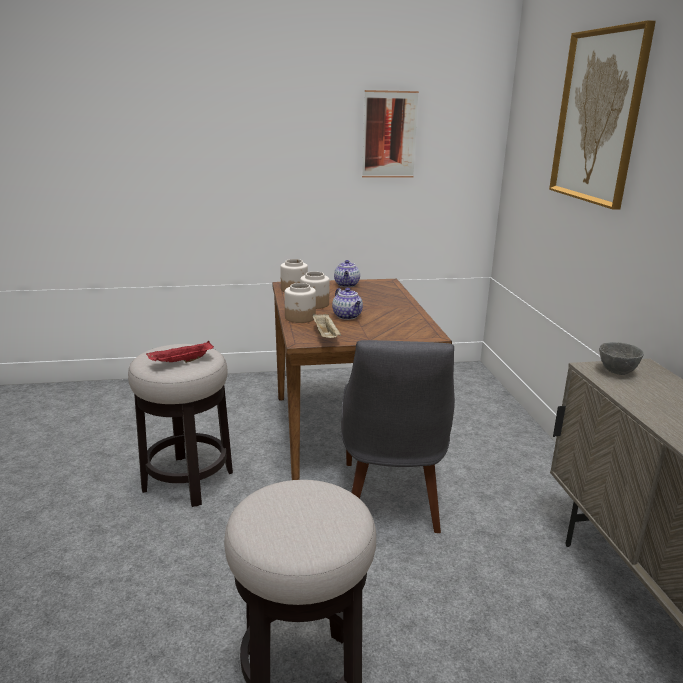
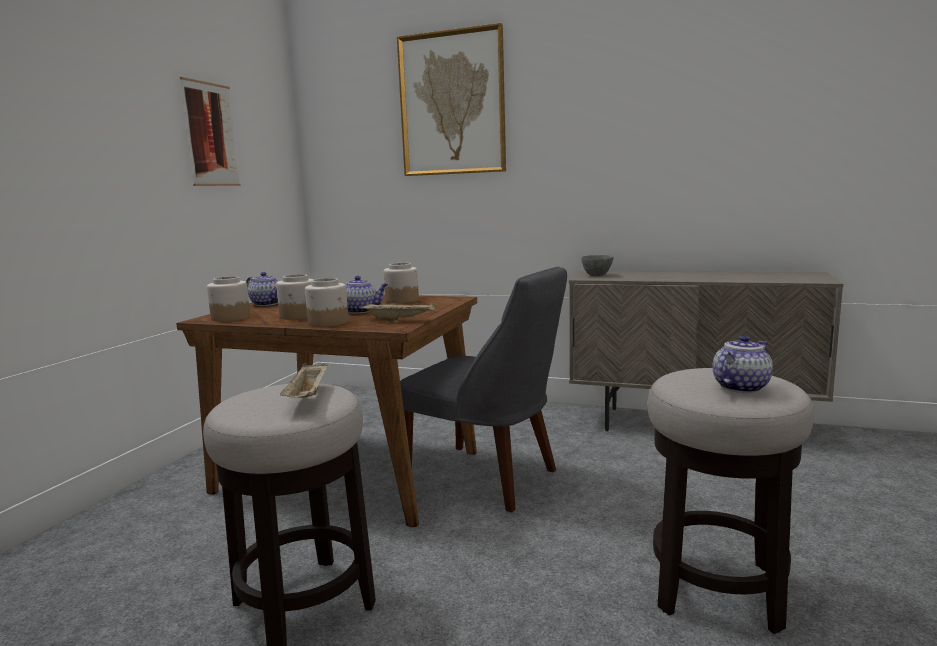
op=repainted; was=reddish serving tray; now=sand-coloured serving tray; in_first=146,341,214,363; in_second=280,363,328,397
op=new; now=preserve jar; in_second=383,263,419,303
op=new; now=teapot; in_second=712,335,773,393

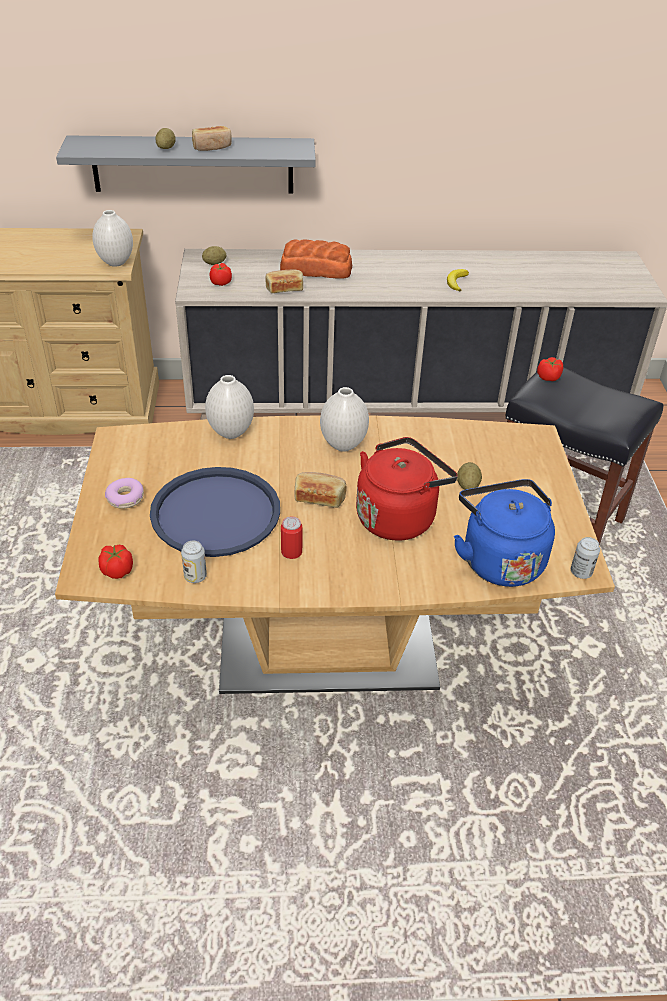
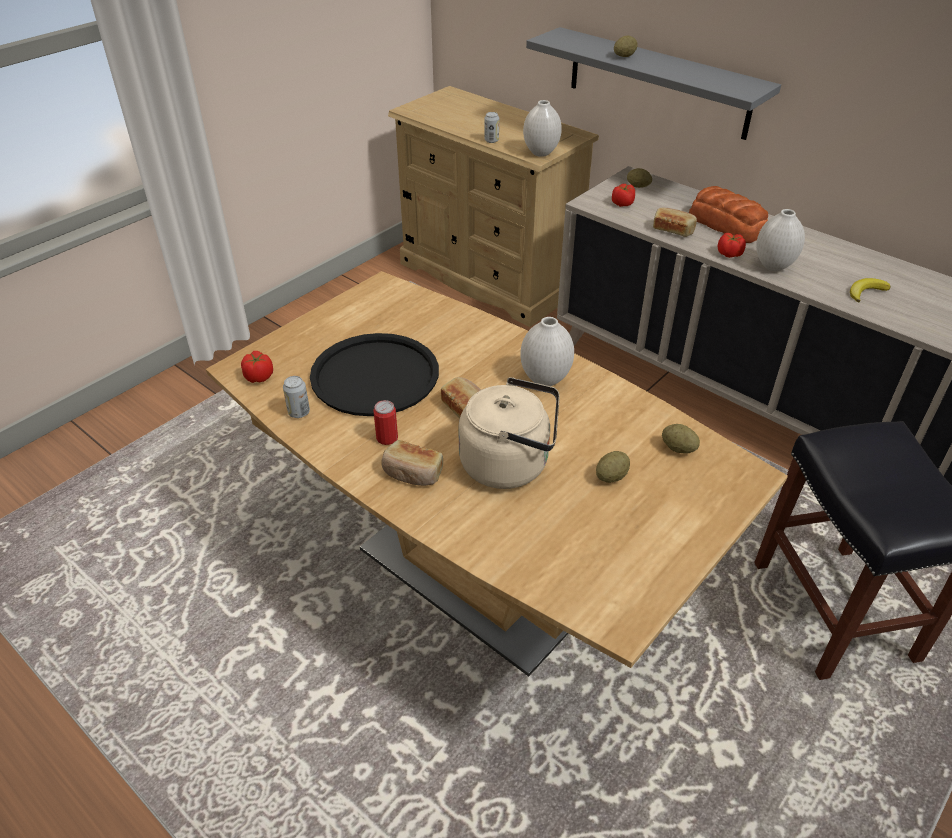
op=repainted; was=blue-coloured serving tray; now=black-coloured serving tray; in_first=150,467,280,557; in_second=310,333,439,416
op=shifted; was=bread; in_first=192,126,232,151; in_second=381,440,443,486
op=repainted; was=reddish kettle; now=sand-coloured kettle; in_first=356,437,458,541; in_second=458,377,560,489
op=shifted; was=can; in_first=571,537,600,579; in_second=484,112,499,143
op=new; now=potato; in_second=662,424,700,454
op=shifted; was=whole tomato; in_first=537,357,563,381; in_second=718,233,746,258
op=shifted; was=white vase; in_first=205,375,254,439; in_second=756,209,805,271
op=gone; was=ring doughnut; in_first=105,478,144,509
op=gone; was=blue-coloured kettle; in_first=454,479,555,587

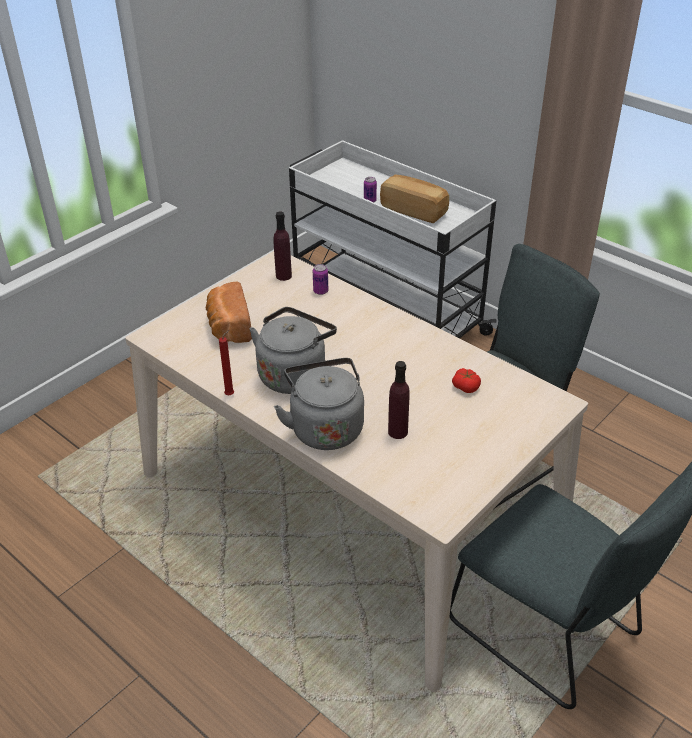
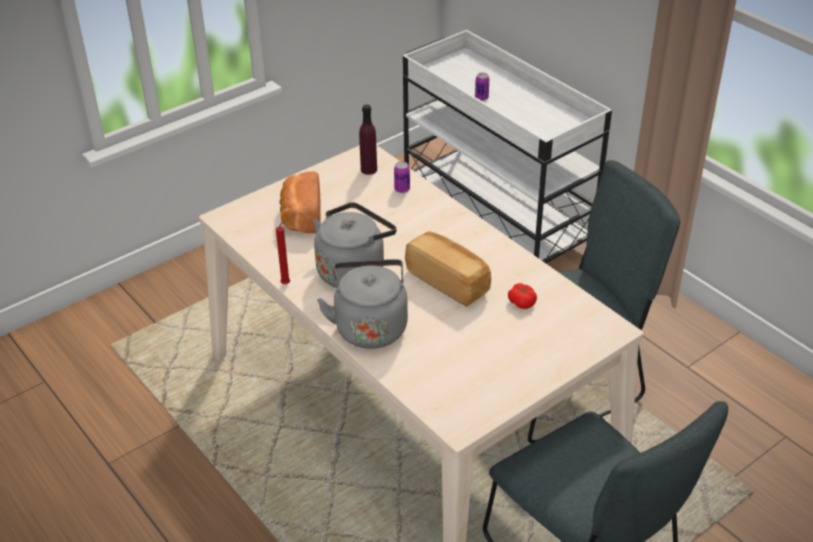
op=shifted; was=bread; in_first=380,174,449,223; in_second=405,231,491,307
op=gone; was=purple-coloured bottle; in_first=388,361,410,439

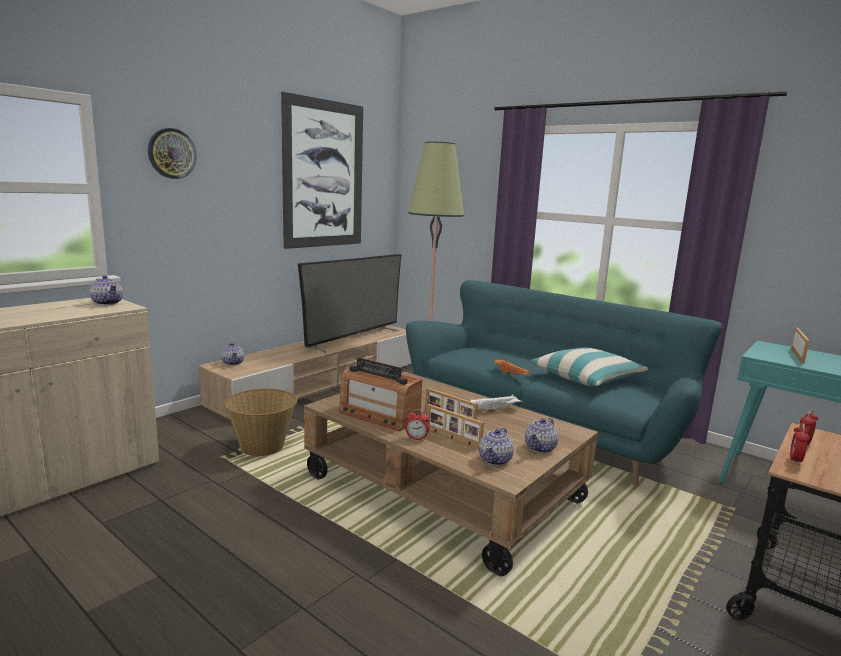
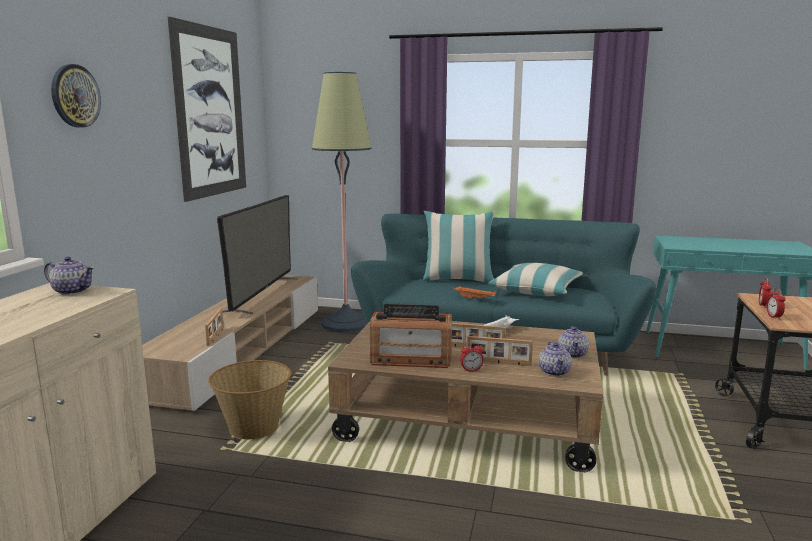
op=shifted; was=picture frame; in_first=791,328,810,364; in_second=205,308,224,346
op=new; now=pillow; in_second=423,211,495,283
op=gone; was=teapot; in_first=221,343,244,366

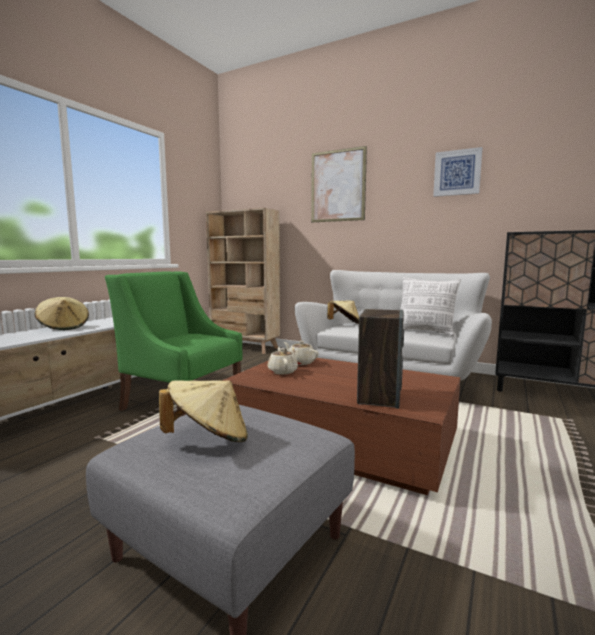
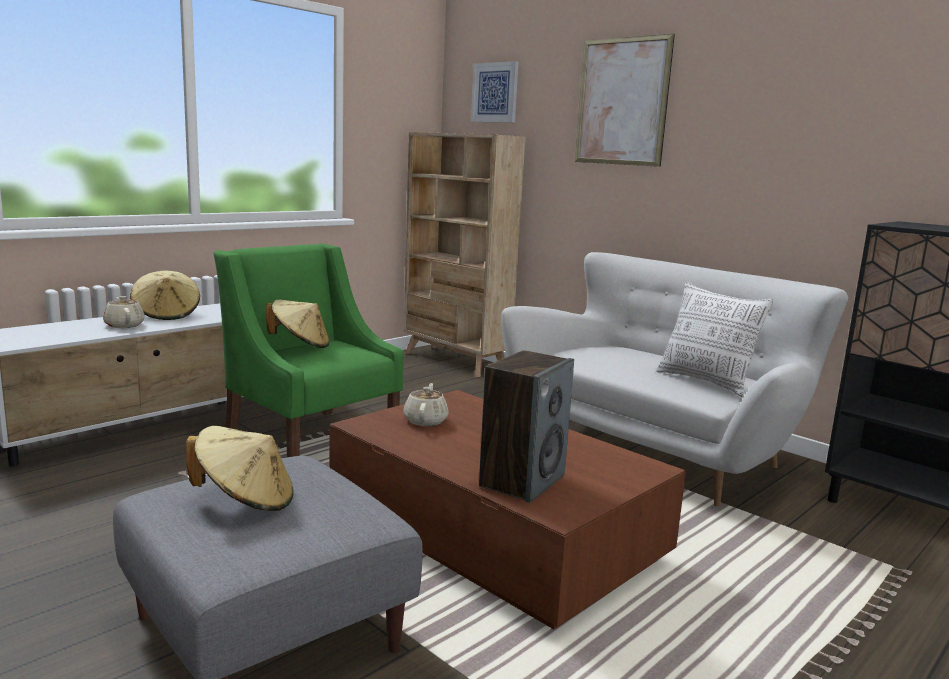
op=shifted; was=sand-coloured teapot; in_first=284,341,319,365; in_second=103,296,145,328
op=shifted; was=sand-coloured clothing hat; in_first=327,301,359,324; in_second=266,300,330,348
op=shifted; was=wall art; in_first=433,147,482,197; in_second=471,61,519,123

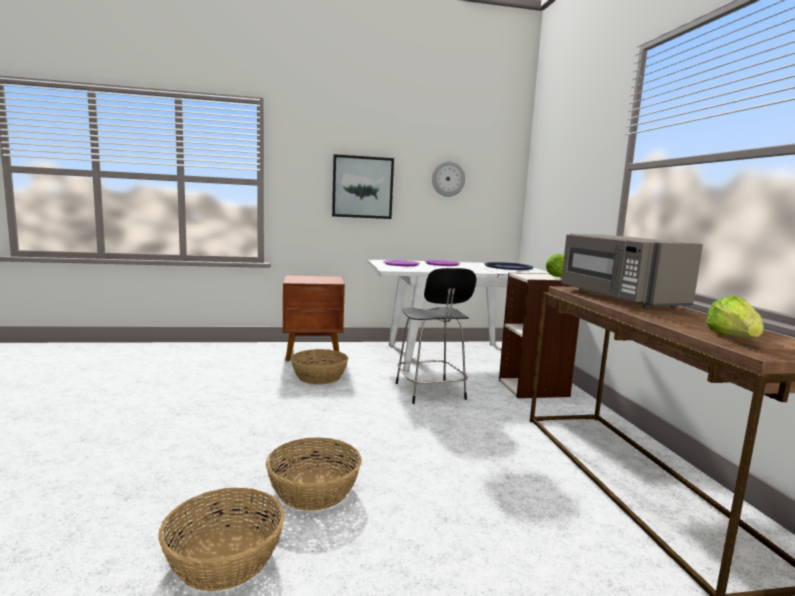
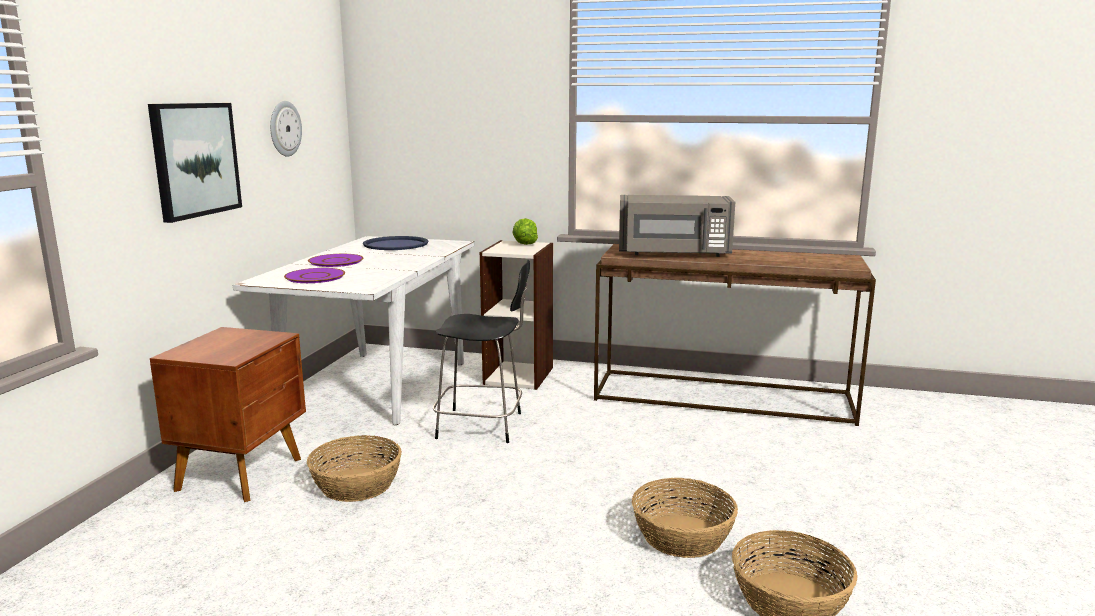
op=gone; was=lettuce; in_first=706,295,764,338

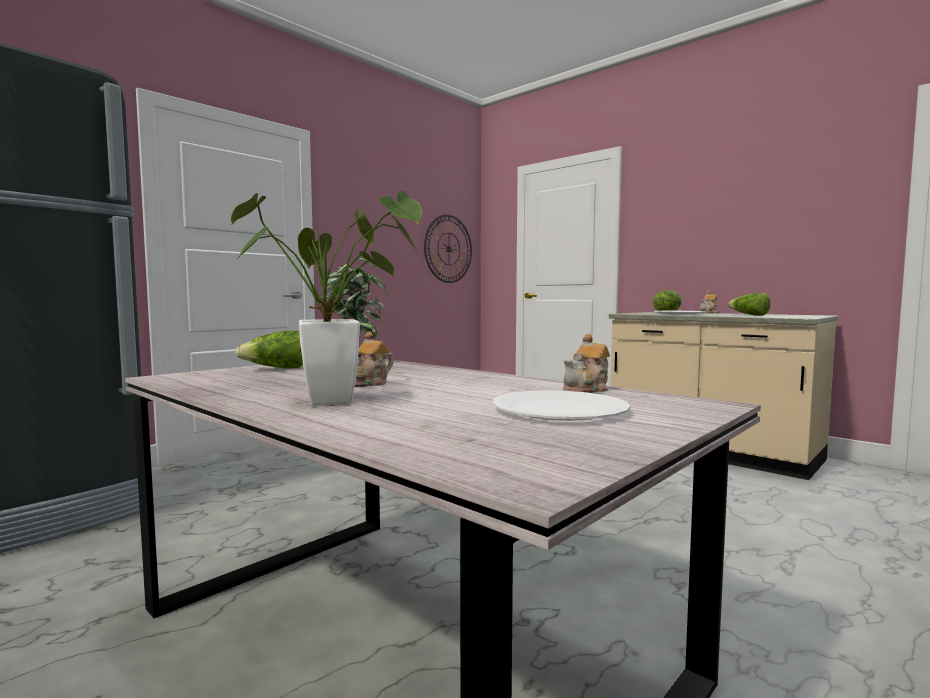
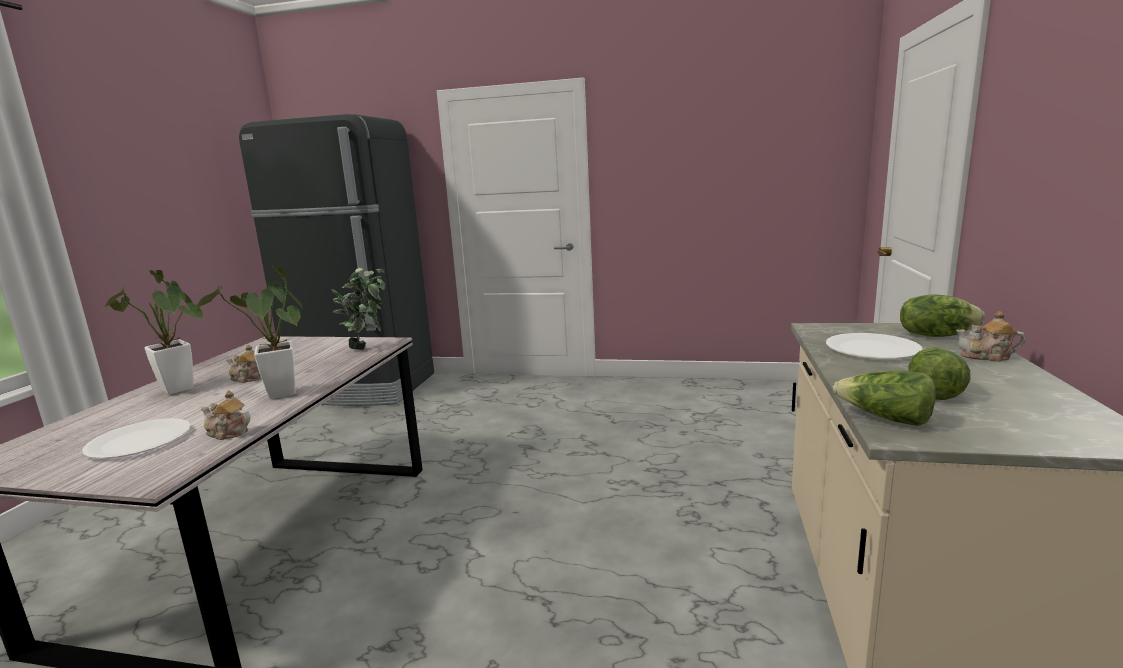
op=new; now=houseplant; in_second=196,267,302,399
op=shifted; was=lettuce; in_first=235,330,303,368; in_second=833,371,935,426
op=gone; was=wall clock; in_first=424,215,472,283

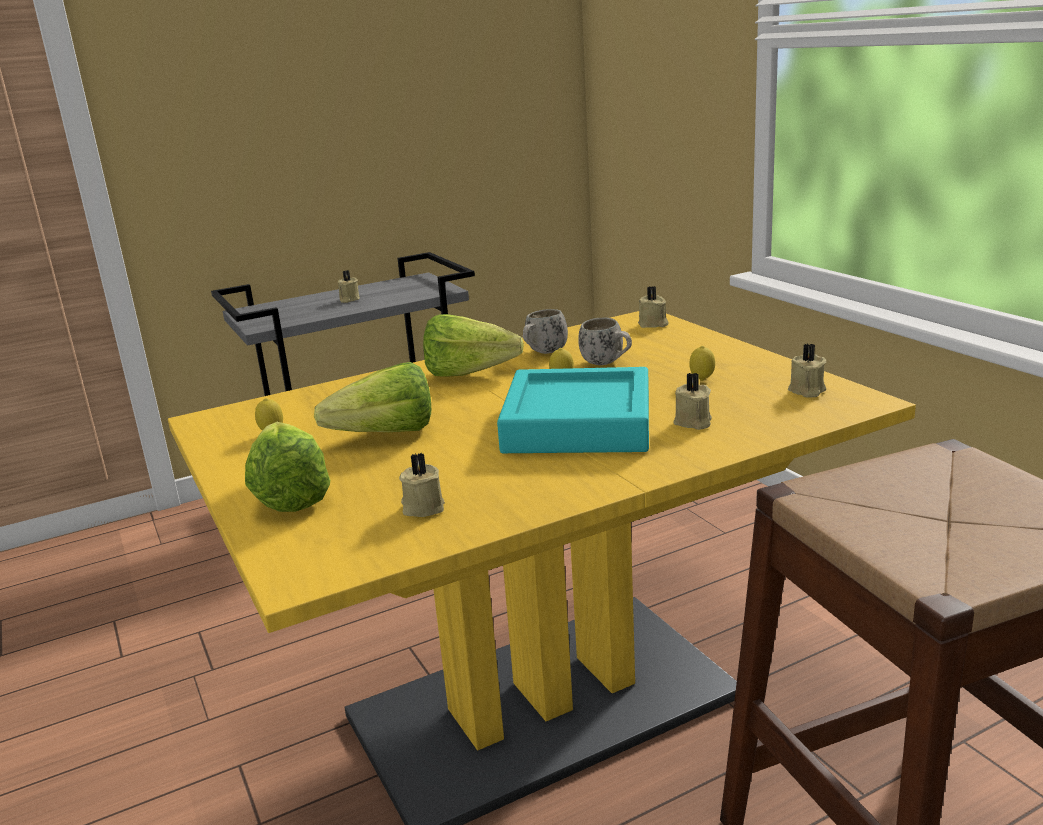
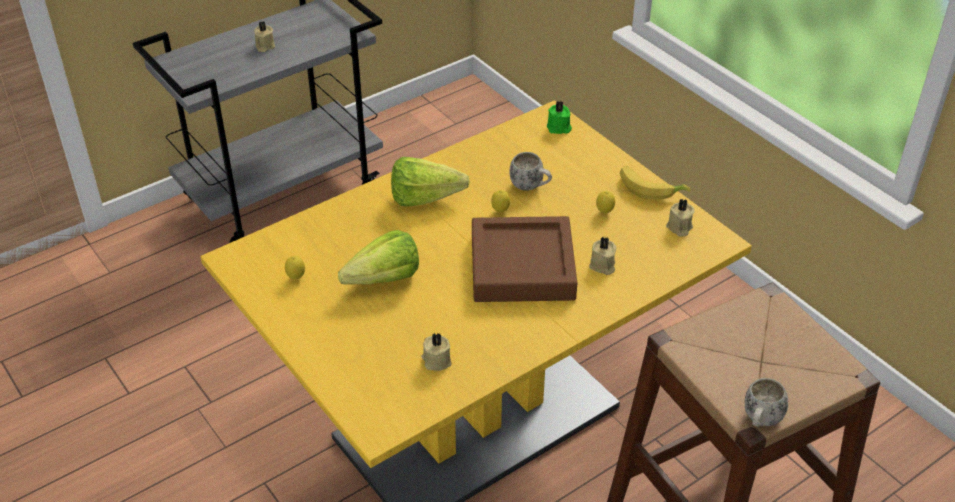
op=repainted; was=turquoise-coloured serving tray; now=brownish serving tray; in_first=497,367,649,453; in_second=472,216,577,302
op=repainted; was=sand-coloured candle; now=greenish candle; in_first=638,286,669,328; in_second=547,101,572,134
op=new; now=banana; in_second=620,166,691,199
op=shifted; was=white coffee mug; in_first=523,309,568,354; in_second=745,378,788,427
op=gone; was=lettuce; in_first=245,422,330,512

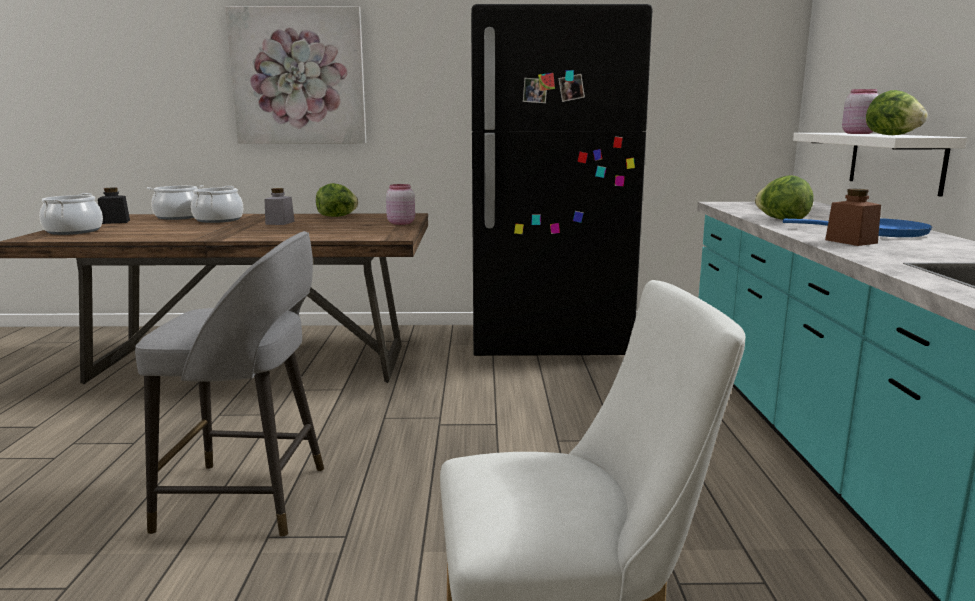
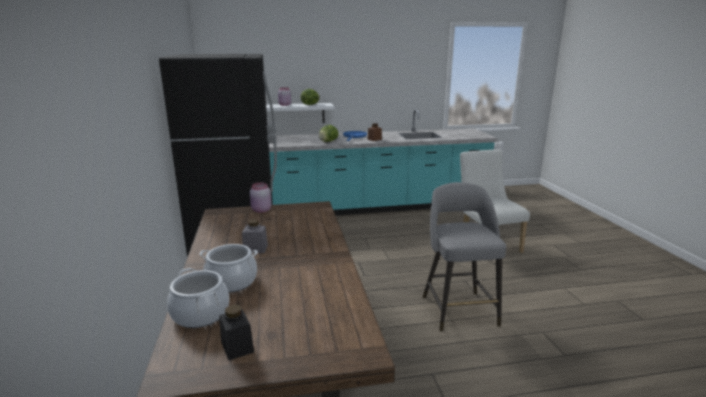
op=gone; was=stockpot; in_first=39,193,103,235
op=gone; was=wall art; in_first=225,6,366,144
op=gone; was=lettuce; in_first=316,183,358,217

